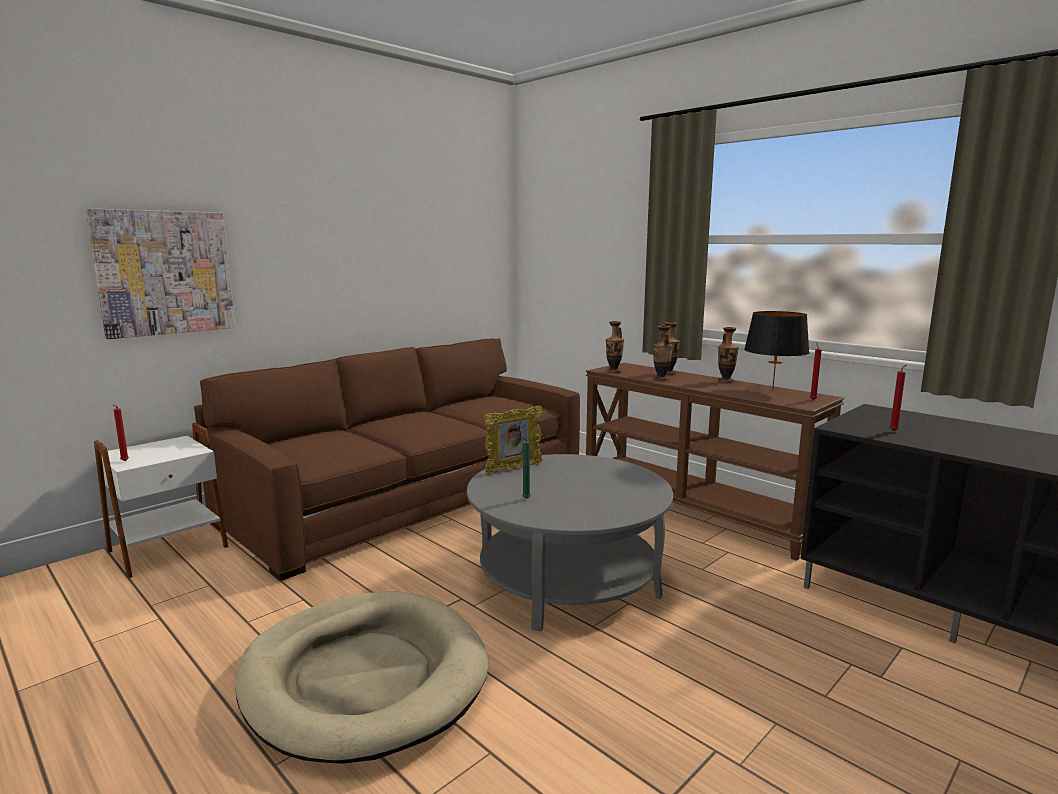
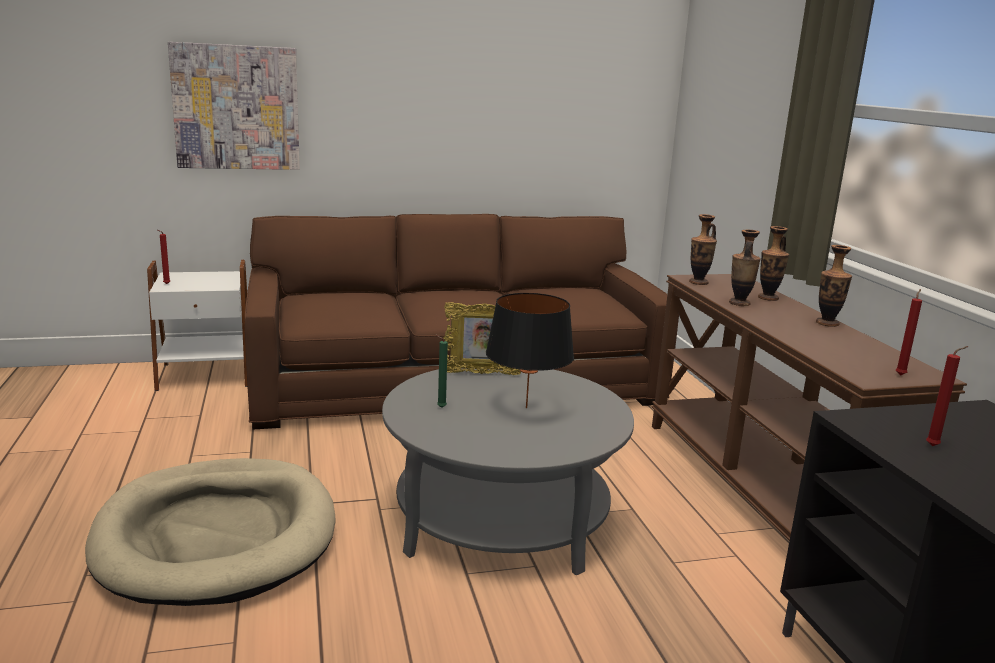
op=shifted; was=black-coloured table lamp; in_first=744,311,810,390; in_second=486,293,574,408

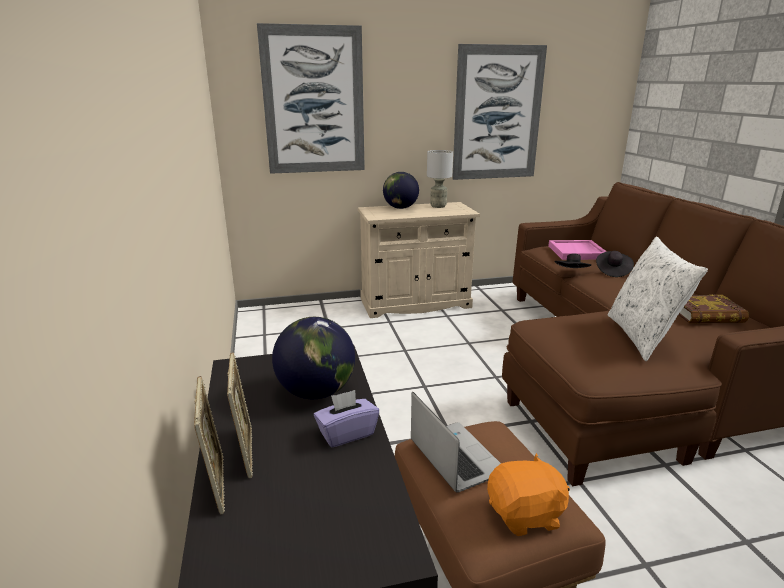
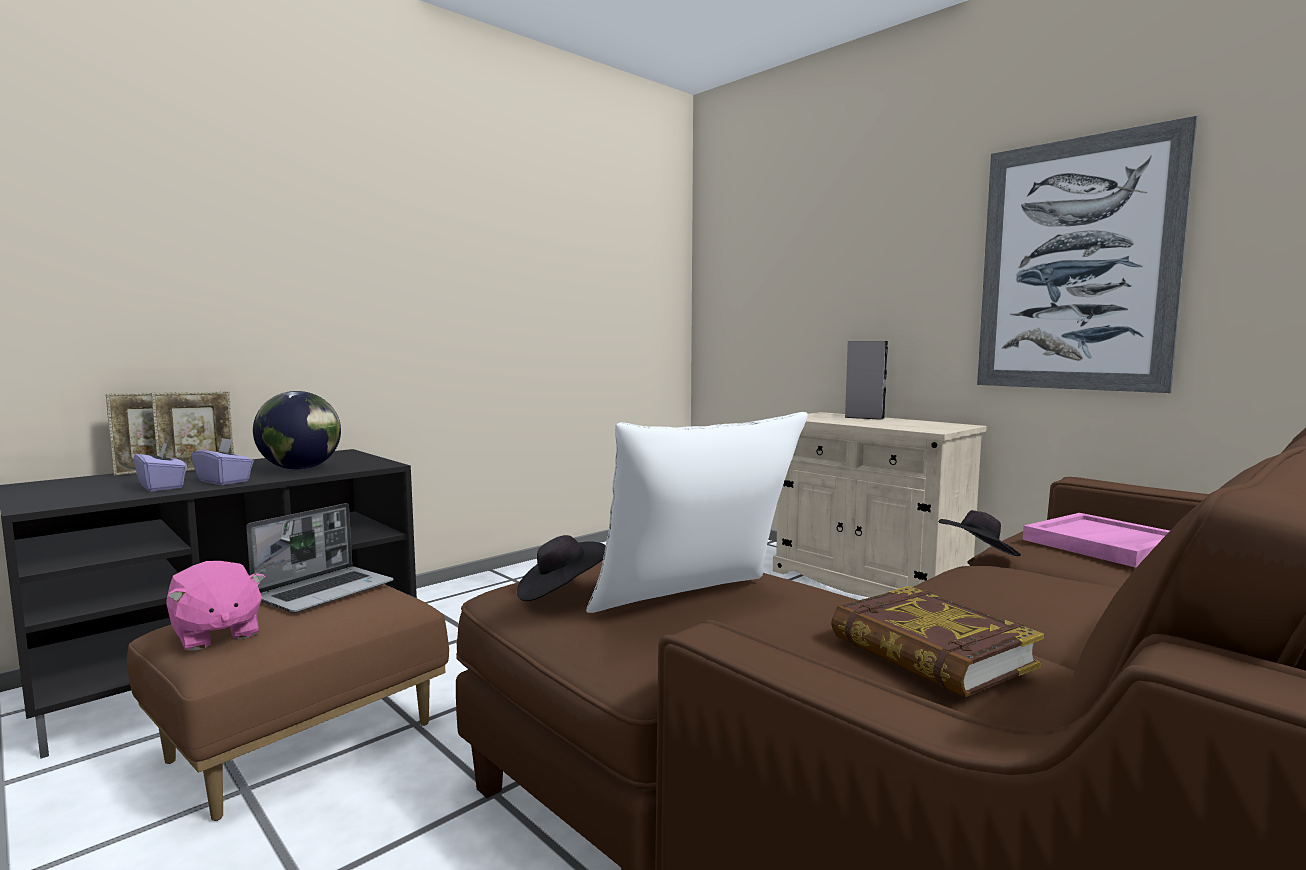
op=new; now=purple-coloured tissue holder; in_second=134,443,187,492
op=repainted; was=orange plush toy; now=pink-coloured plush toy; in_first=487,453,570,536; in_second=166,561,265,651
op=shifted; was=black-coloured clothing hat; in_first=596,251,634,277; in_second=517,535,606,601
op=swapped; was=world globe; now=grey audio speaker; in_first=383,172,419,209; in_second=845,341,888,420
op=gone; was=wall art; in_first=257,23,365,174
op=gone; was=grey table lamp; in_first=427,150,453,208

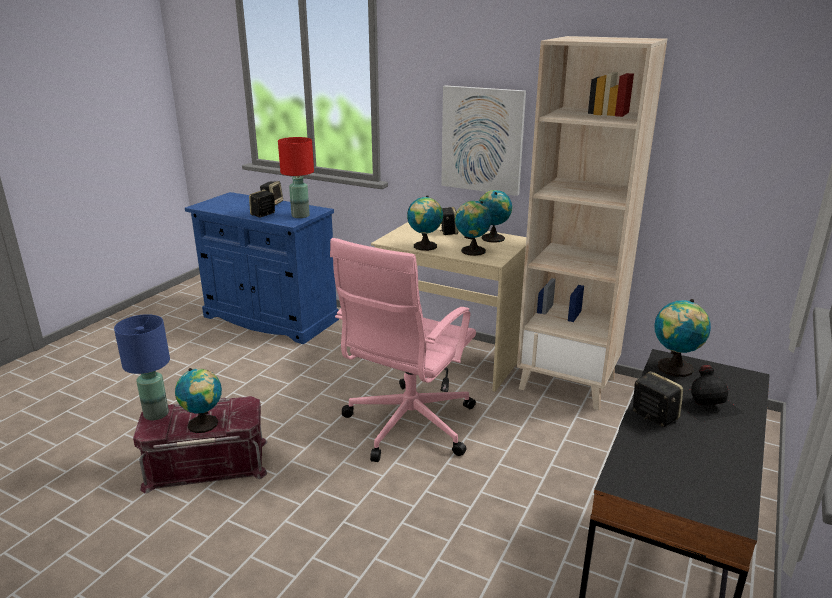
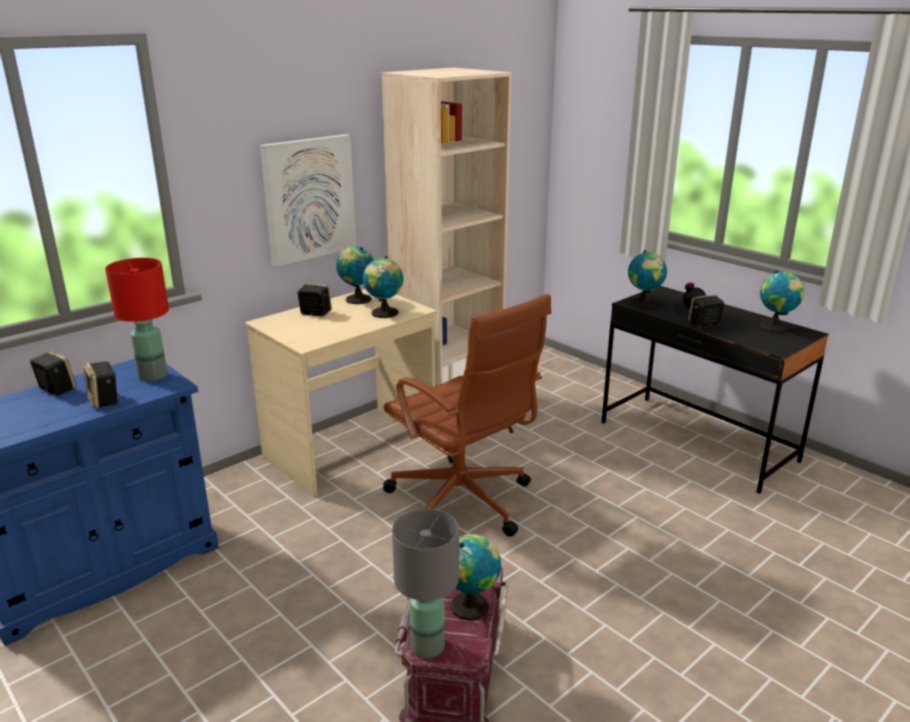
op=repainted; was=pink-coloured office chair; now=brownish office chair; in_first=330,238,476,462; in_second=383,294,551,537
op=repainted; was=blue-coloured table lamp; now=grey table lamp; in_first=114,314,170,420; in_second=392,509,459,658
op=shifted; was=world globe; in_first=407,195,443,251; in_second=760,271,804,333

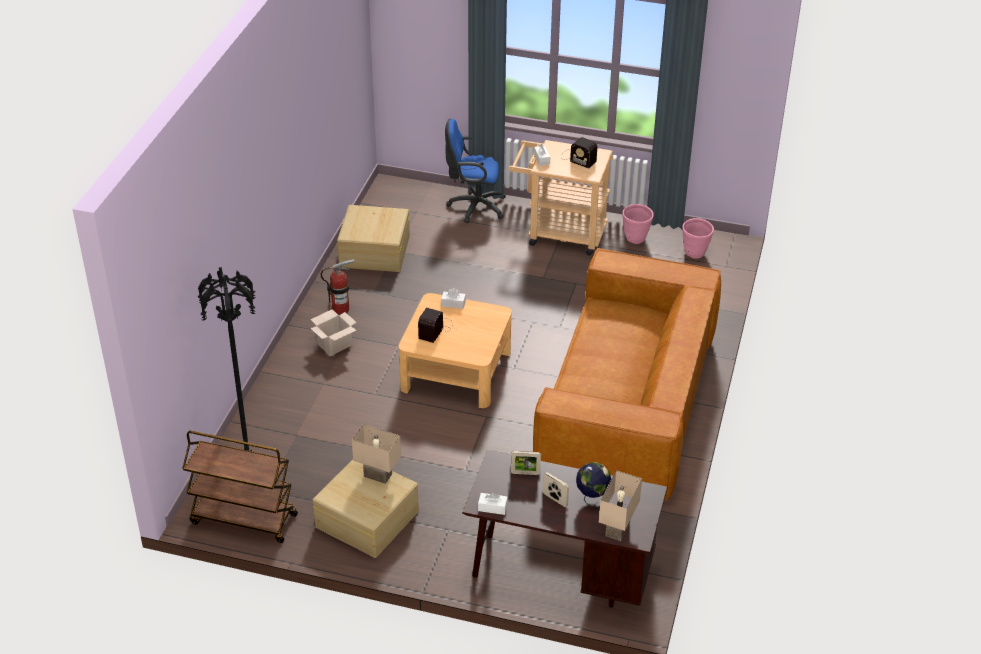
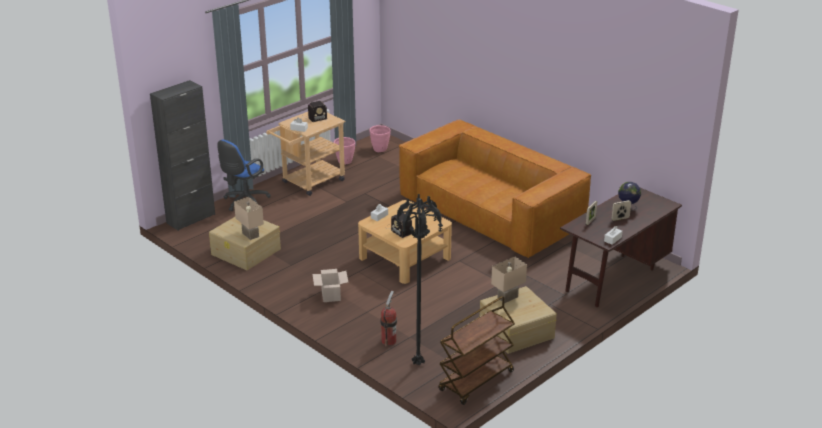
op=new; now=black-coloured cupboard; in_second=150,80,215,231
op=shifted; was=sand-coloured table lamp; in_first=599,470,642,541; in_second=234,197,264,240
op=shifted; was=fire-fighting cylinder; in_first=321,259,355,314; in_second=380,291,397,347

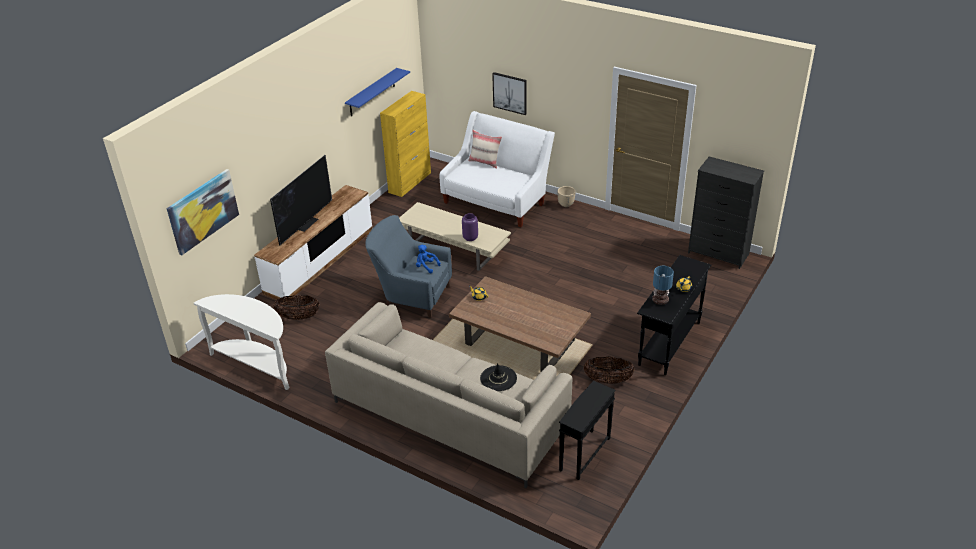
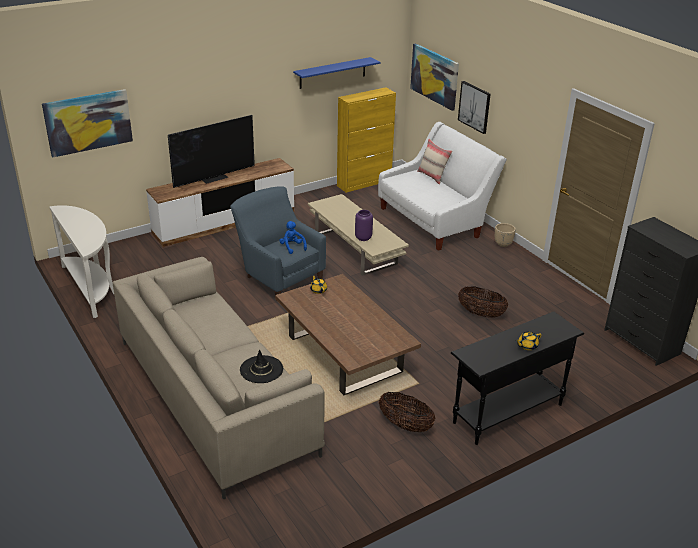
op=new; now=wall art; in_second=410,43,459,111
op=shifted; was=basket; in_first=273,295,319,320; in_second=458,286,508,318
op=gone; was=black-coloured side table; in_first=559,381,615,480
op=gone; was=table lamp; in_first=652,266,674,305

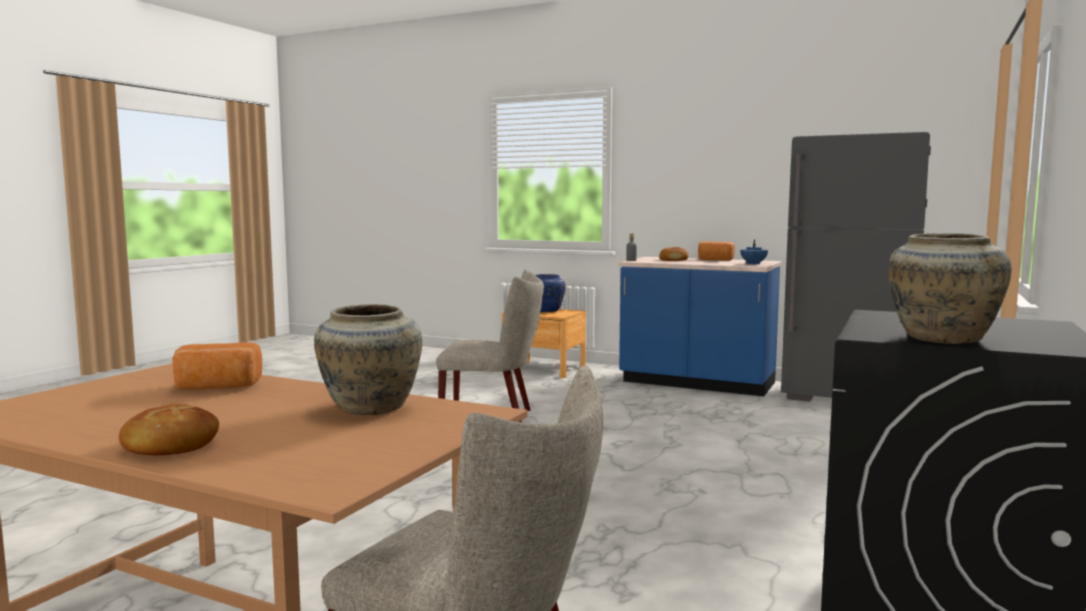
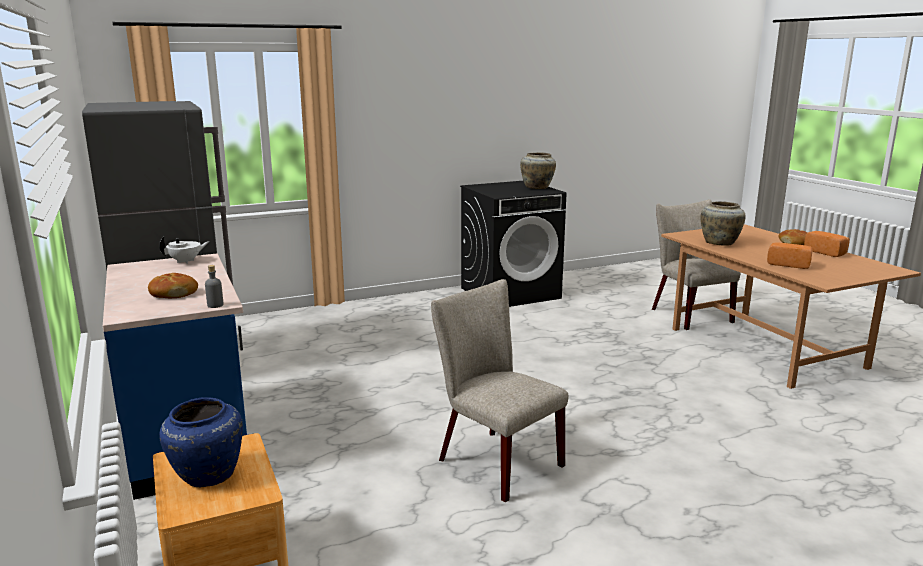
op=repainted; was=blue-coloured teapot; now=white teapot; in_first=740,240,768,265; in_second=159,236,209,264
op=shifted; was=bread; in_first=698,241,735,261; in_second=804,231,850,257

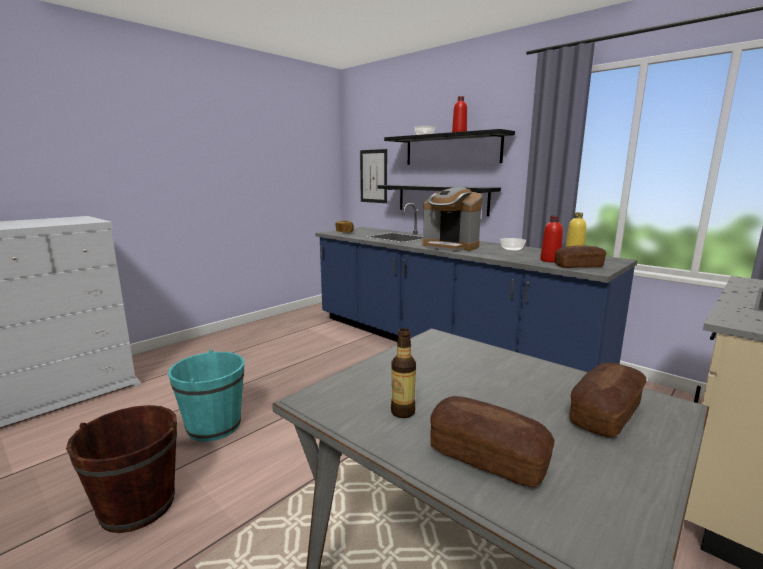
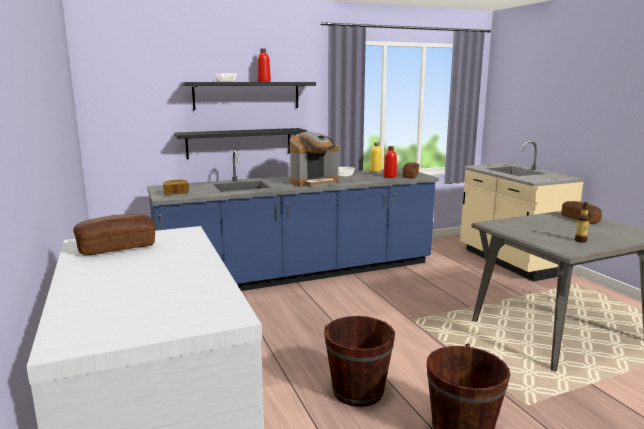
op=shifted; was=bread; in_first=430,396,555,487; in_second=73,214,155,255
op=repainted; was=turquoise-coloured water bucket; now=brownish water bucket; in_first=168,349,245,442; in_second=324,316,395,407
op=gone; was=wall art; in_first=360,149,387,203

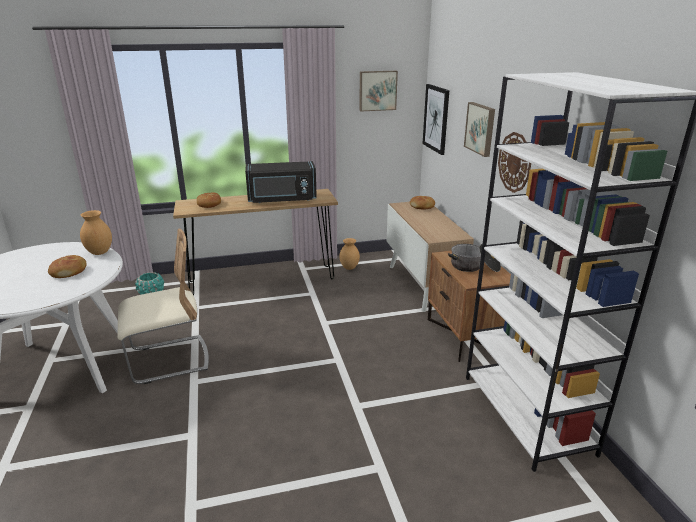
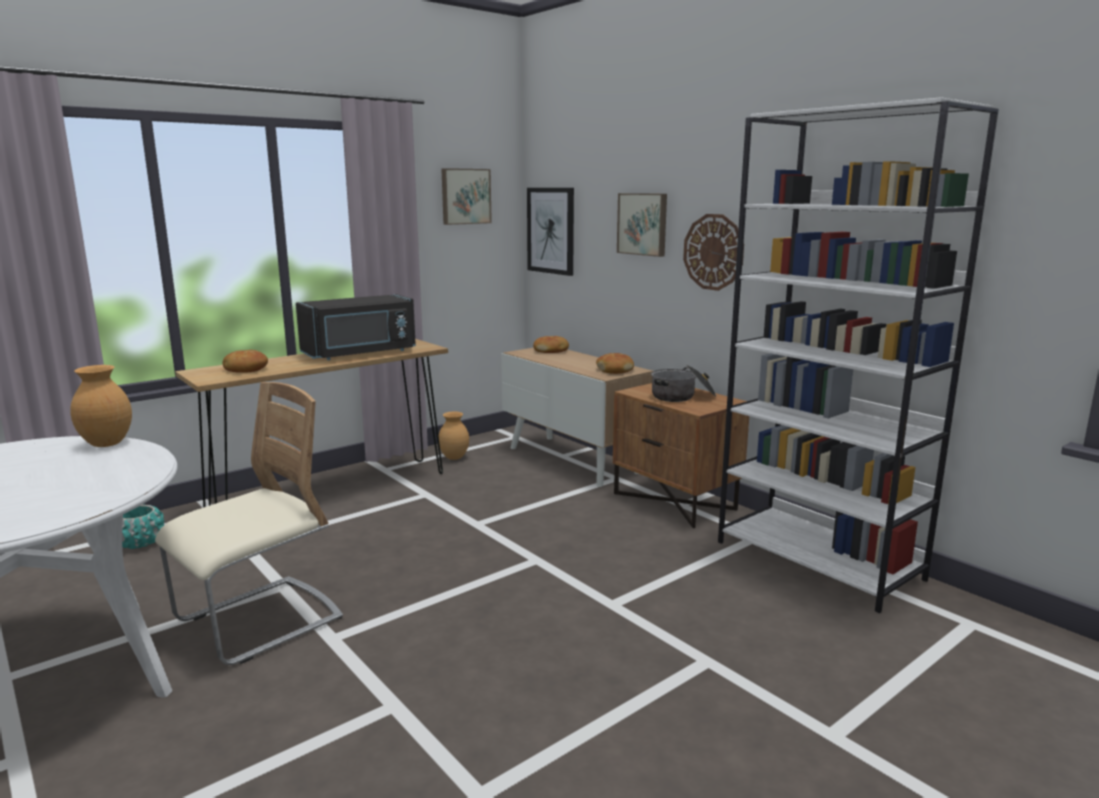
op=shifted; was=bread; in_first=48,255,87,278; in_second=596,353,634,374

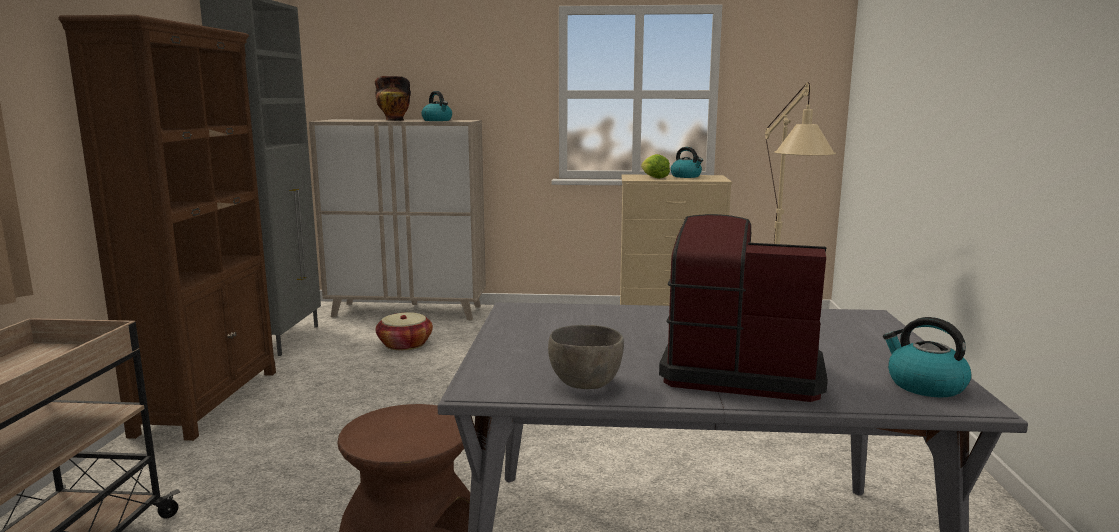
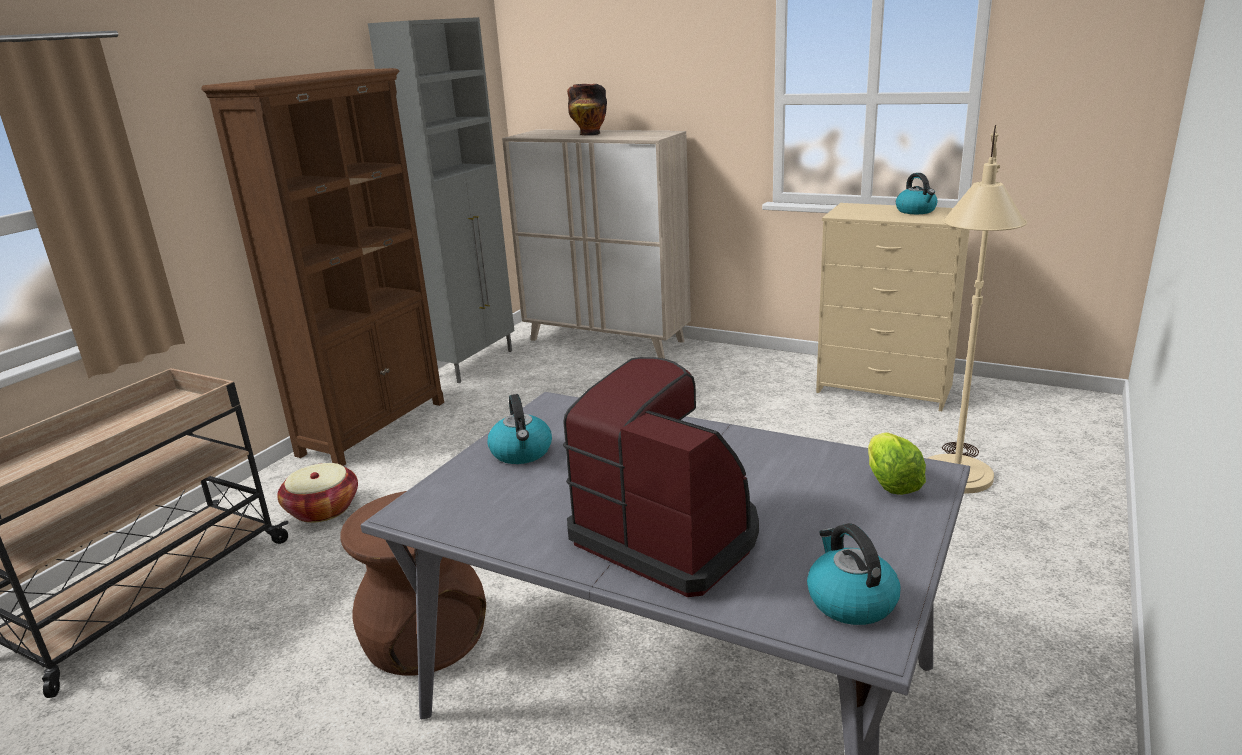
op=shifted; was=basket; in_first=376,312,433,350; in_second=277,463,358,523
op=shifted; was=kettle; in_first=421,91,452,121; in_second=488,394,552,464
op=shifted; was=lettuce; in_first=641,154,670,179; in_second=868,432,926,495
op=gone; was=grey deep dish; in_first=548,325,624,389

